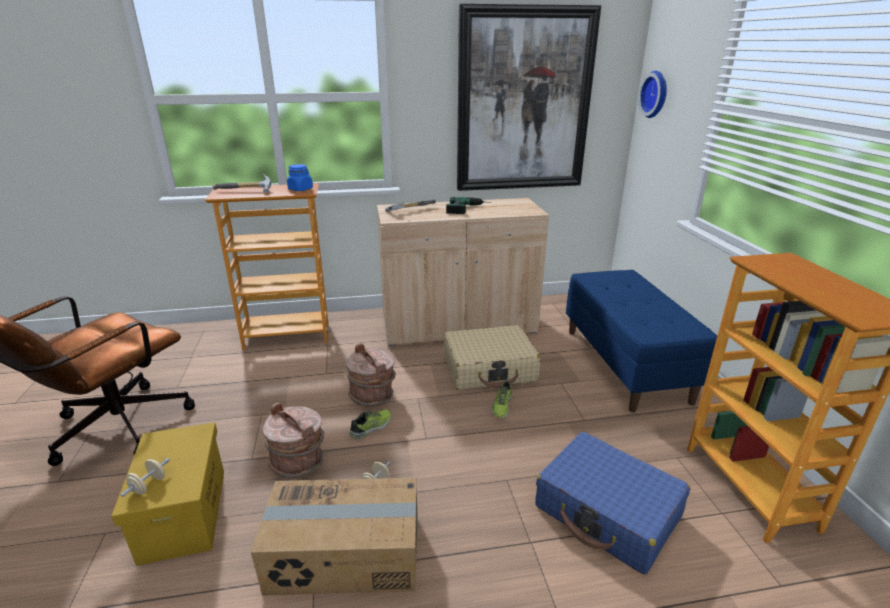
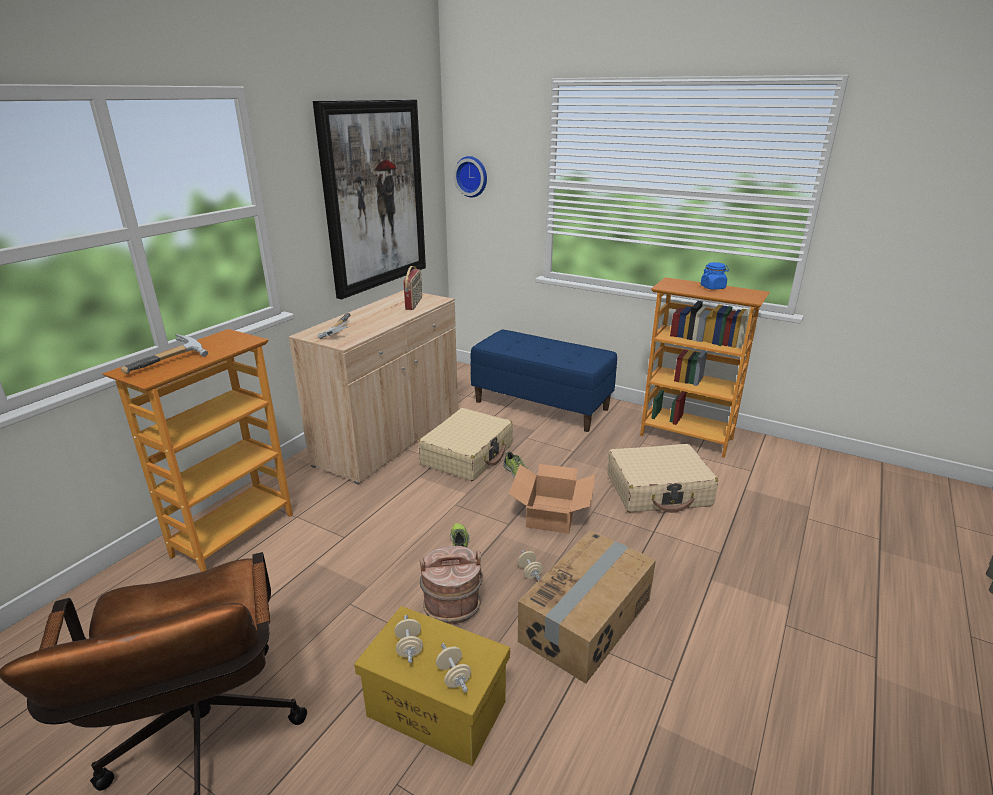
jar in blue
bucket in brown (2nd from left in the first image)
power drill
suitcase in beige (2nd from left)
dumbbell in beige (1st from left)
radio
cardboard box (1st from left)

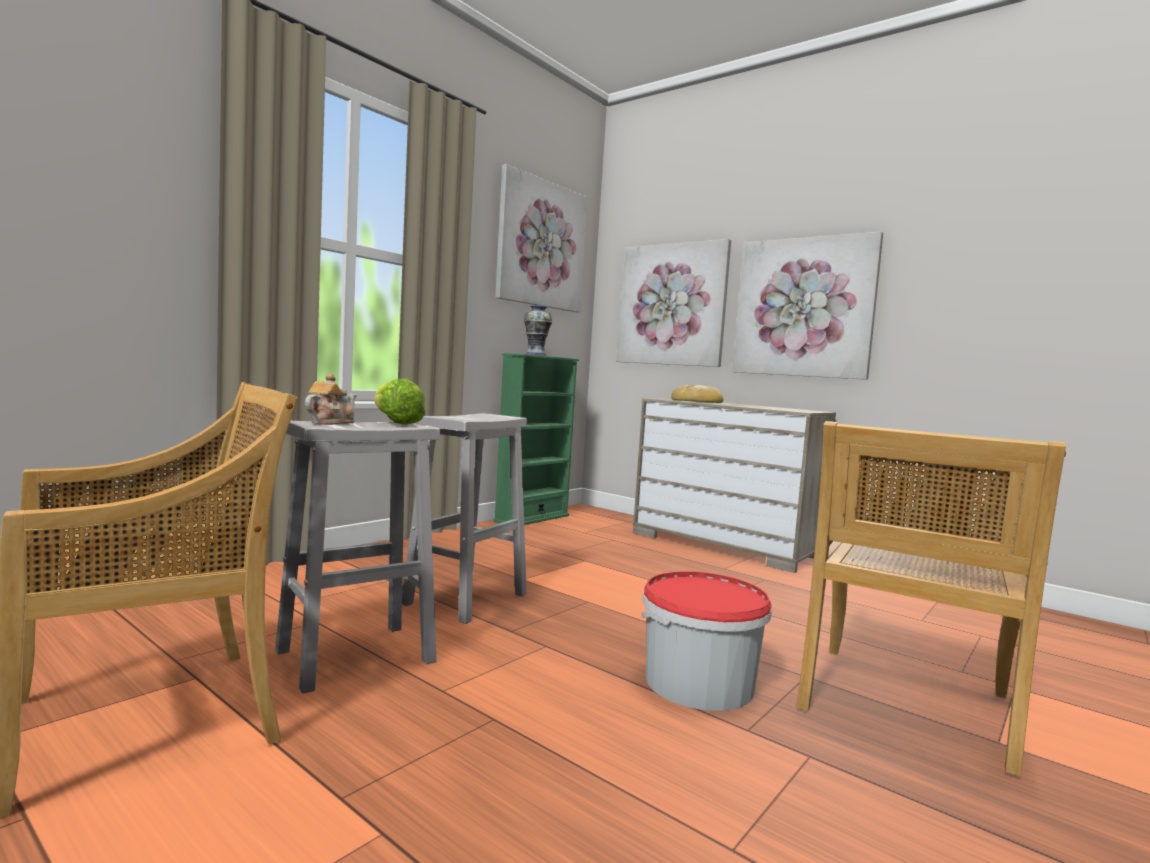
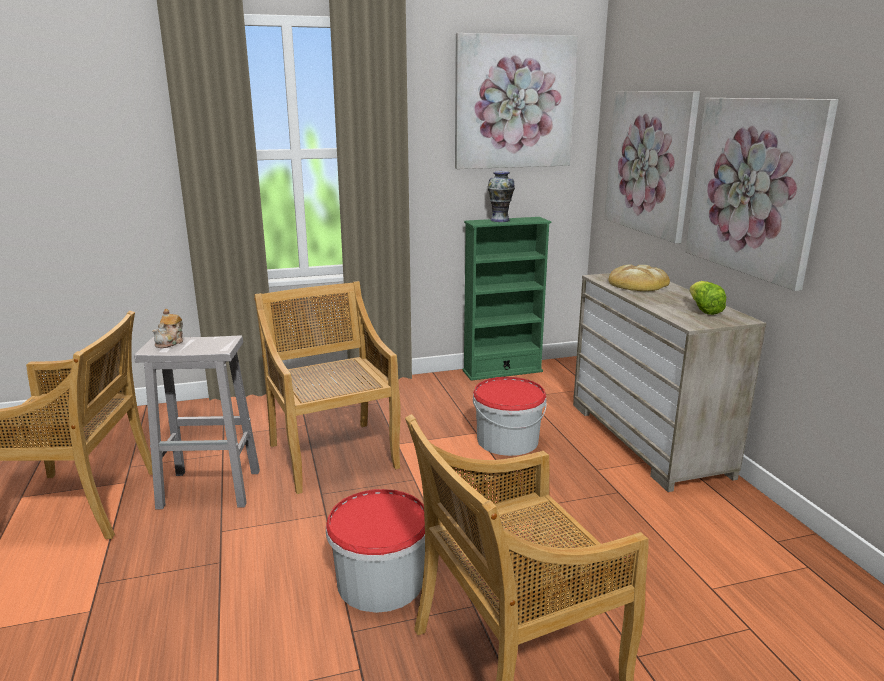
teapot
lettuce
chair in beige (2nd from left)
bucket (2nd from left)

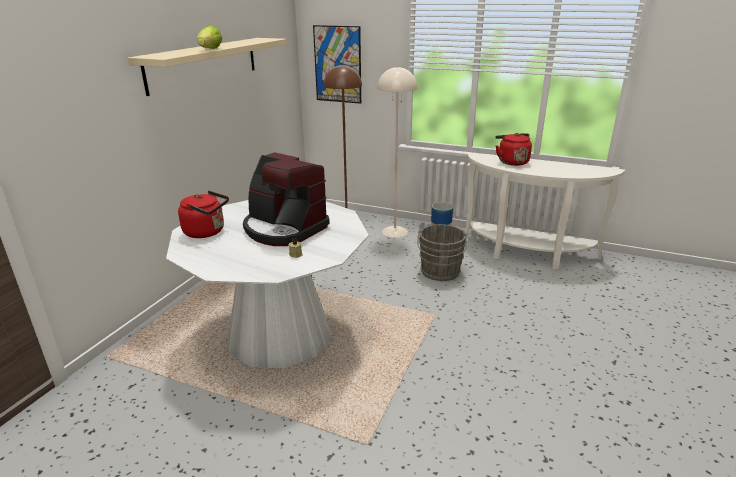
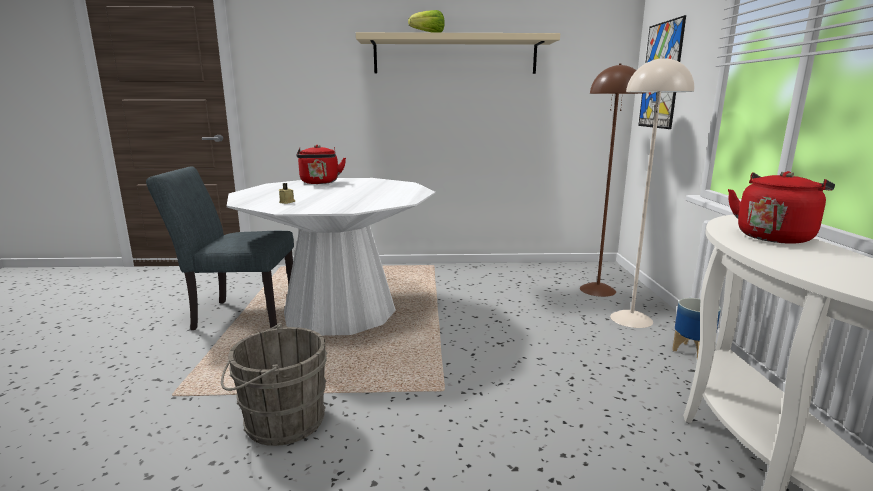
coffee machine
bucket in grey
chair in grey

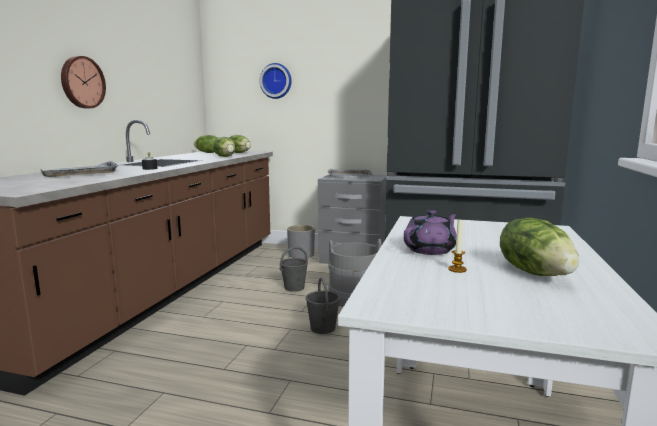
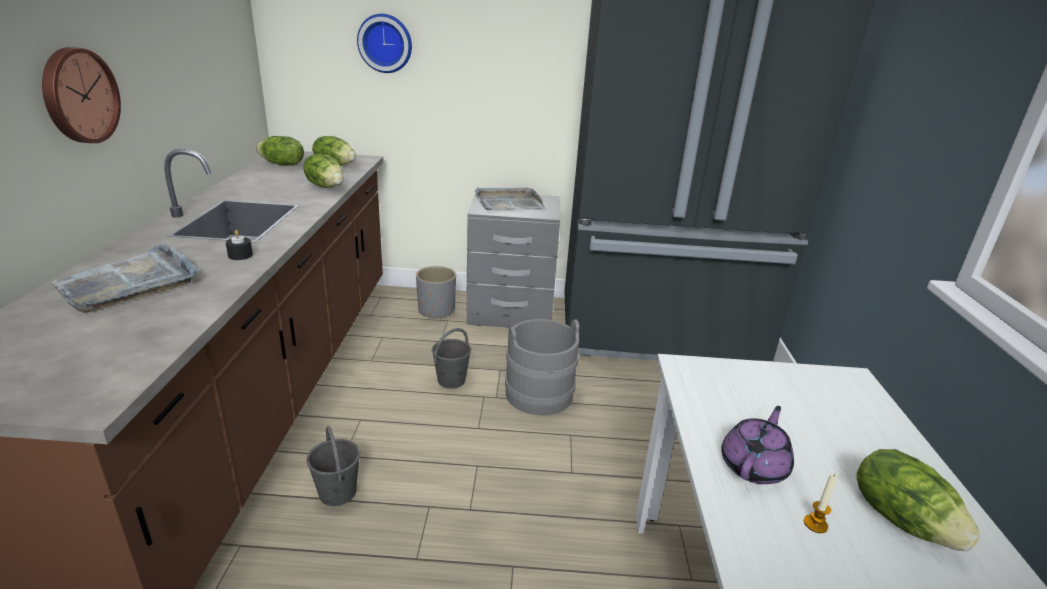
bucket in grey (1st from left)

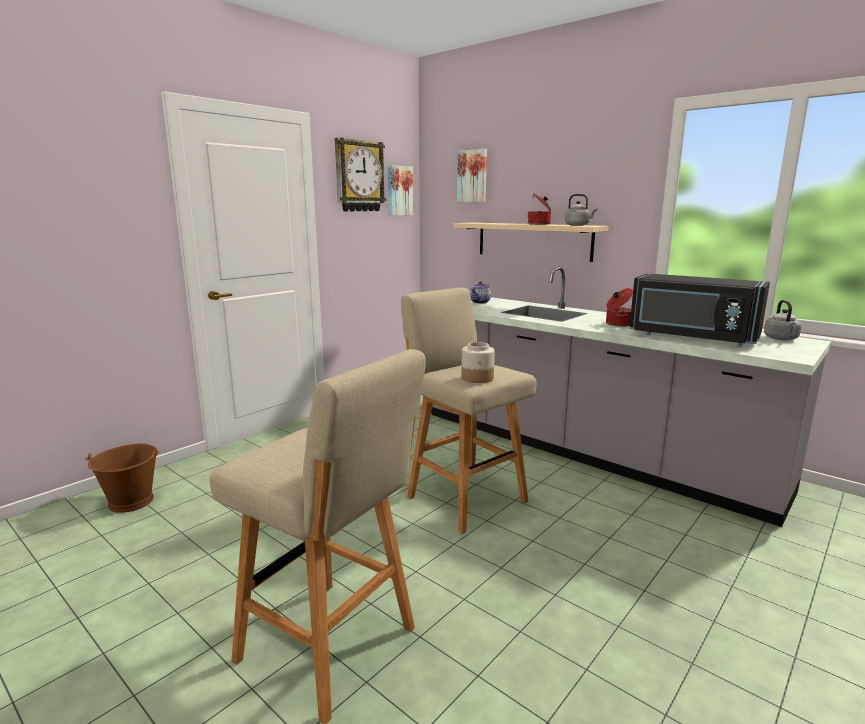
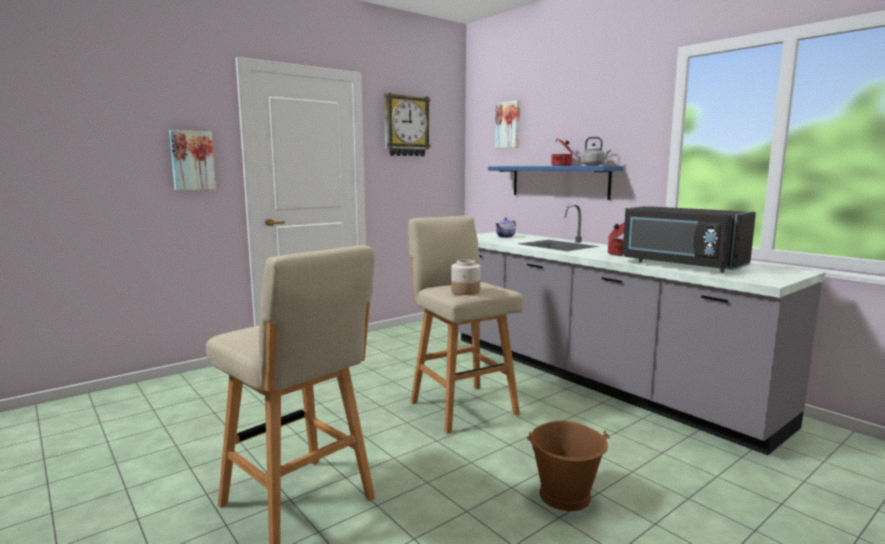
bucket in brown
picture (1st from left)
shelf in blue
kettle in grey (2nd from left in the first image)

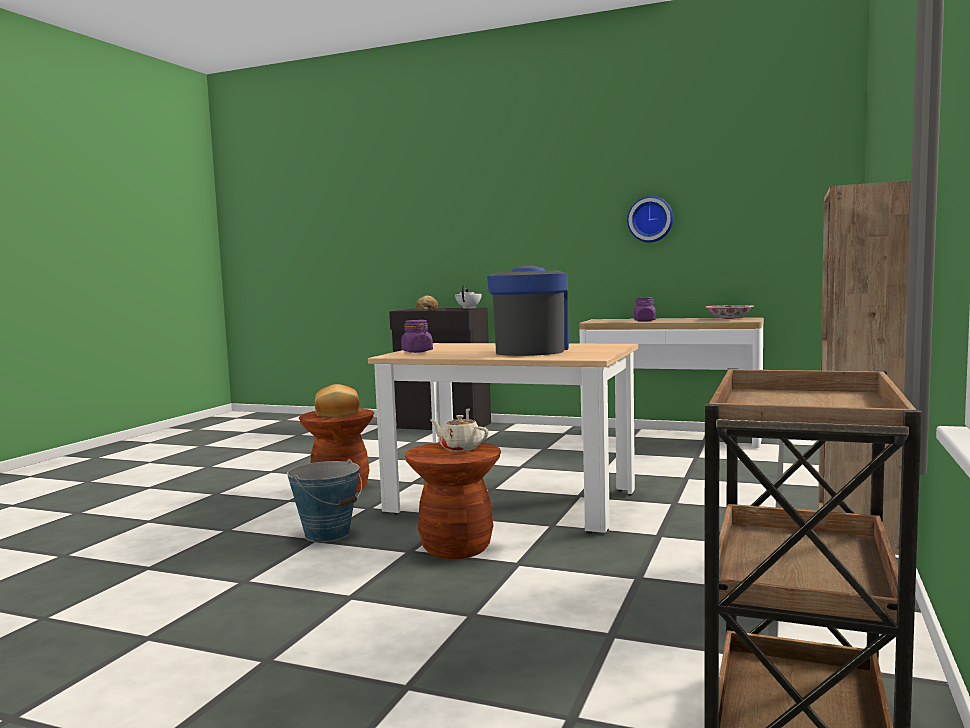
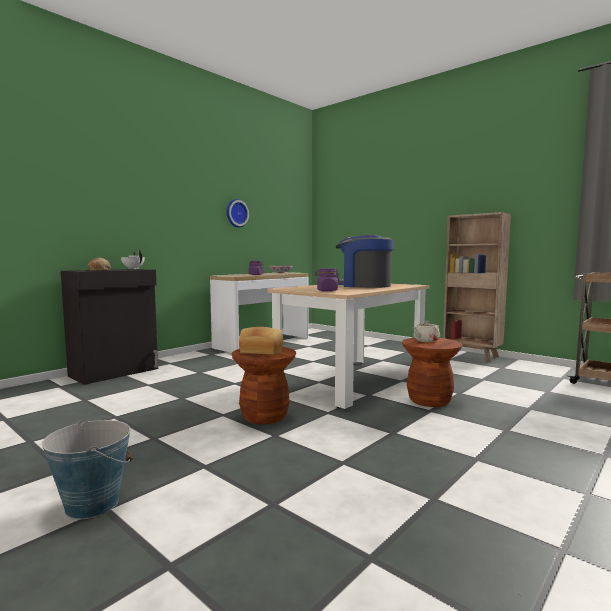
bucket

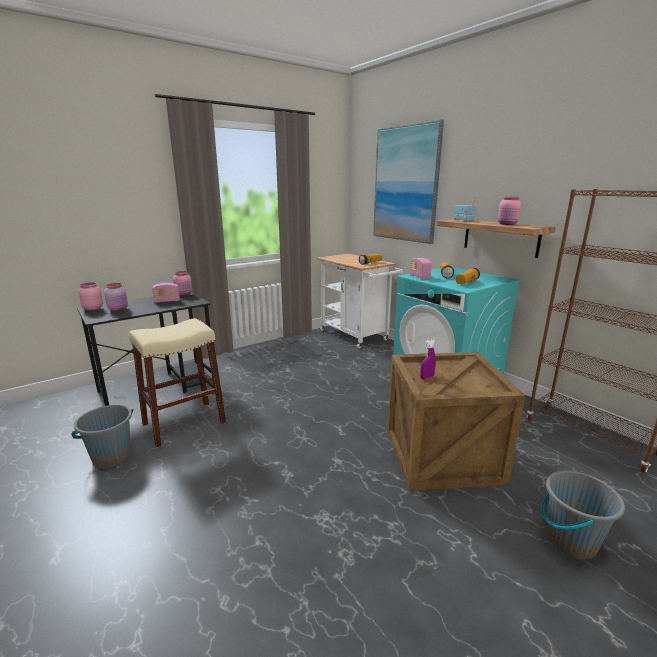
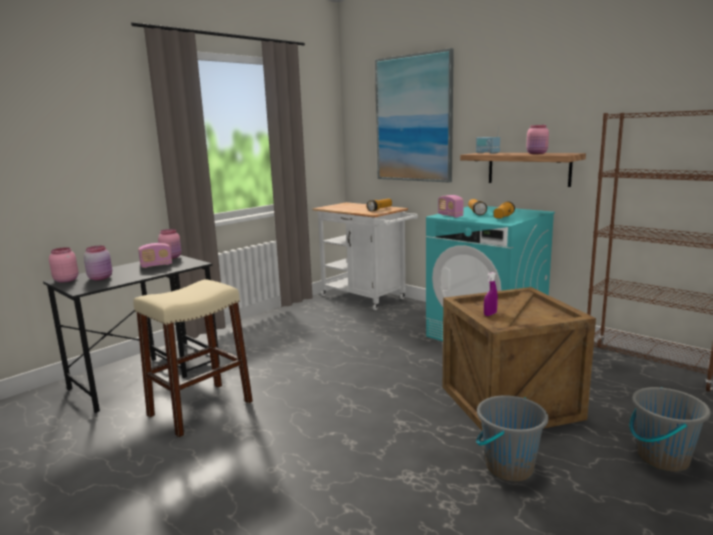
bucket in grey (1st from left)

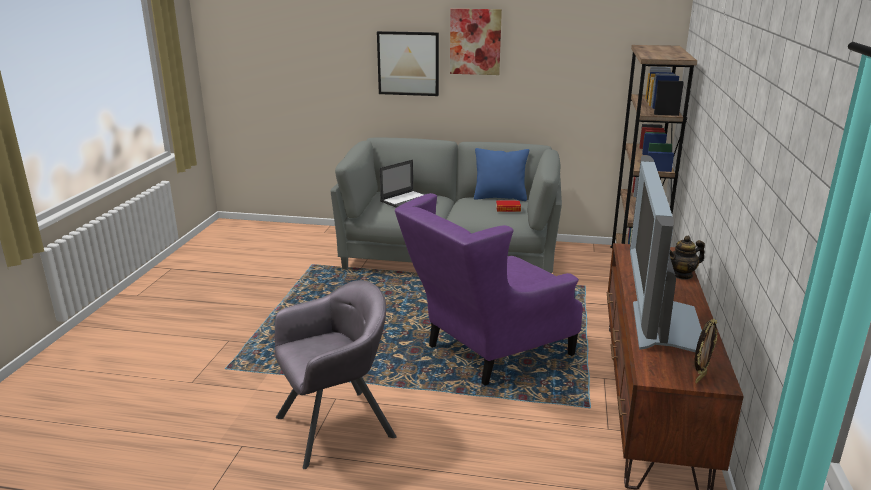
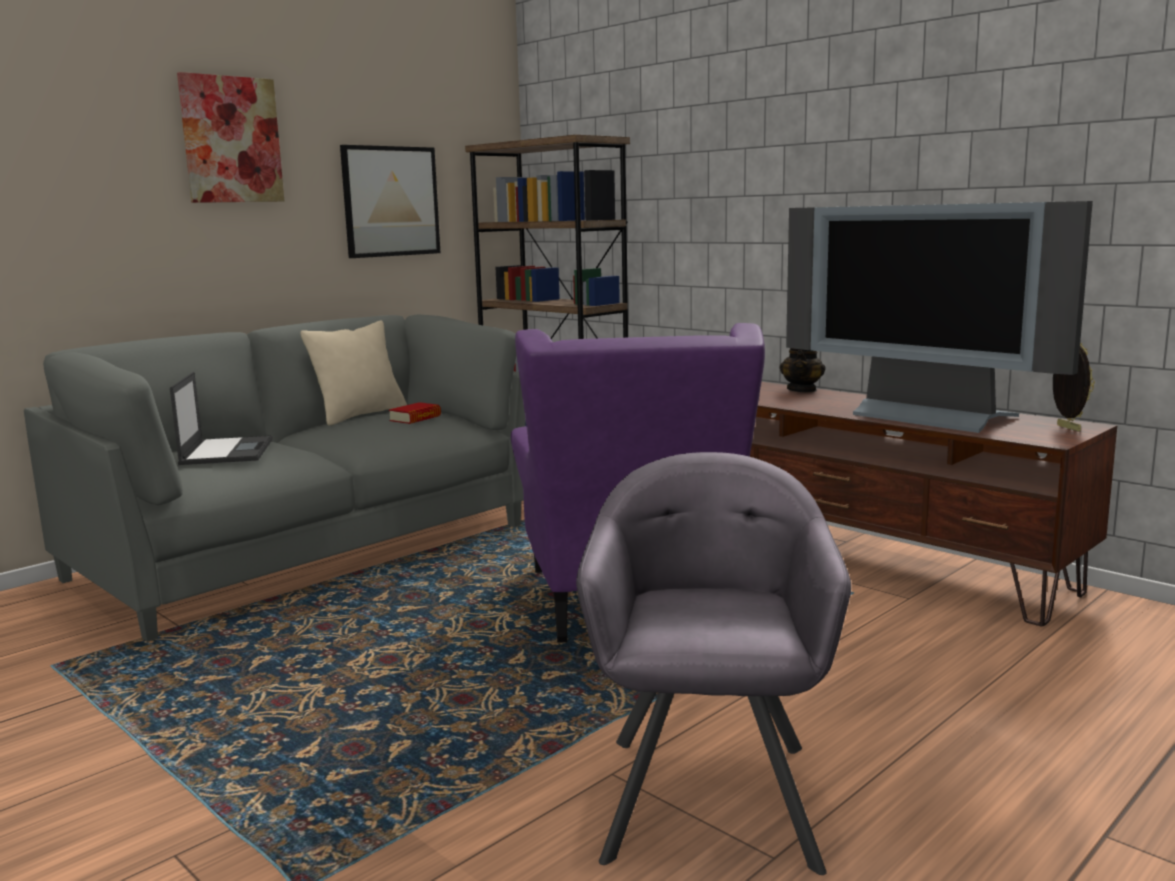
picture (2nd from left)
pillow in beige

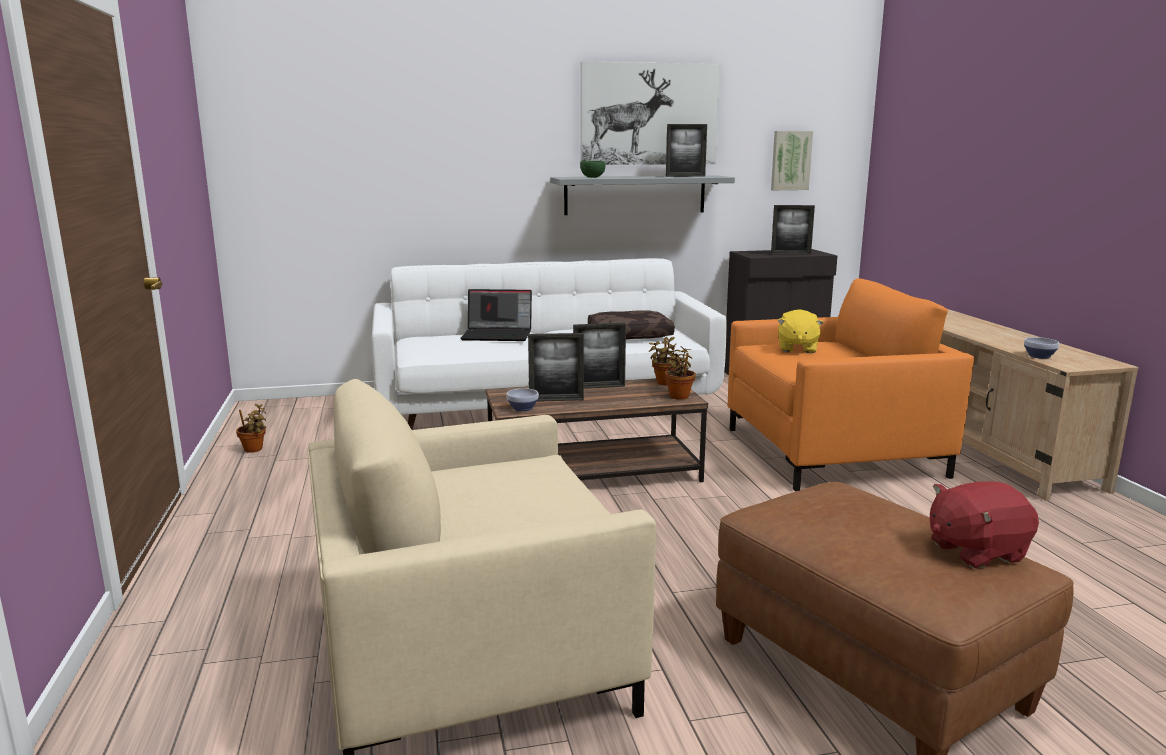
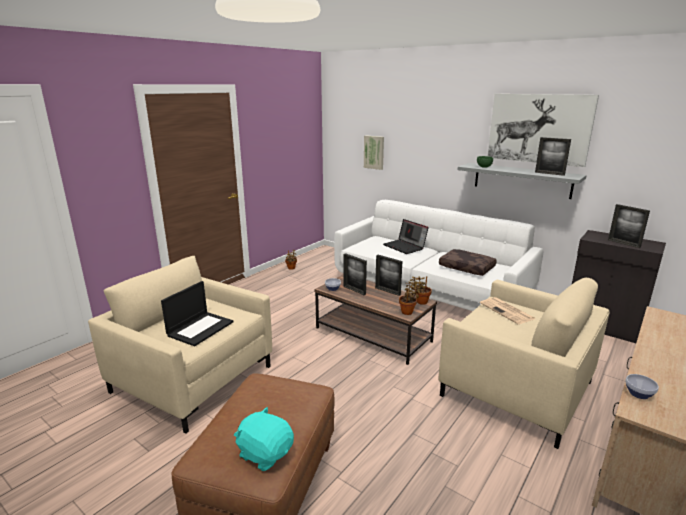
armchair in beige (2nd from left)
picture (1st from left)
newspaper
plush toy in turquoise
laptop (1st from left)

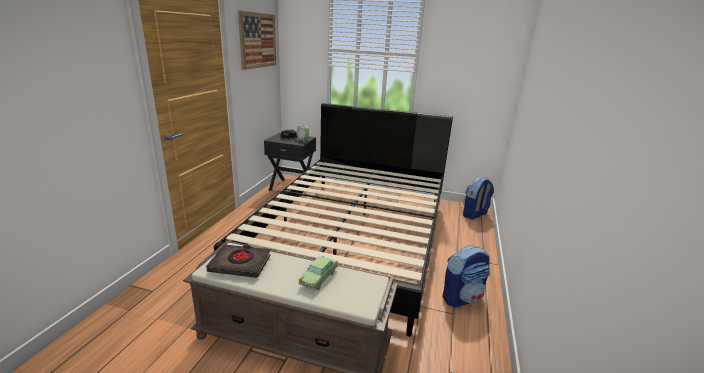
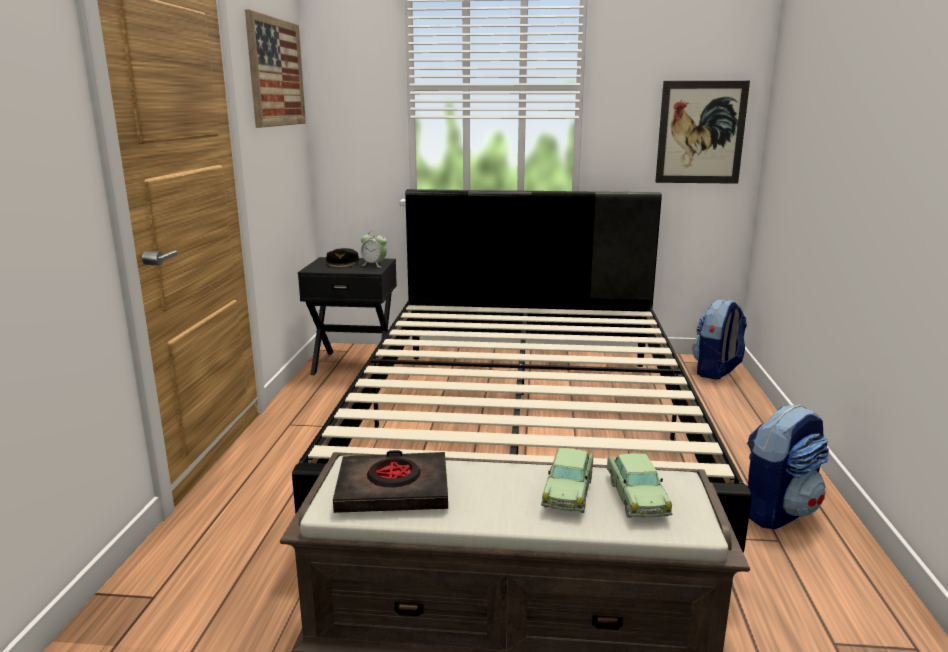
toy car (2nd from left)
picture (2nd from left)

